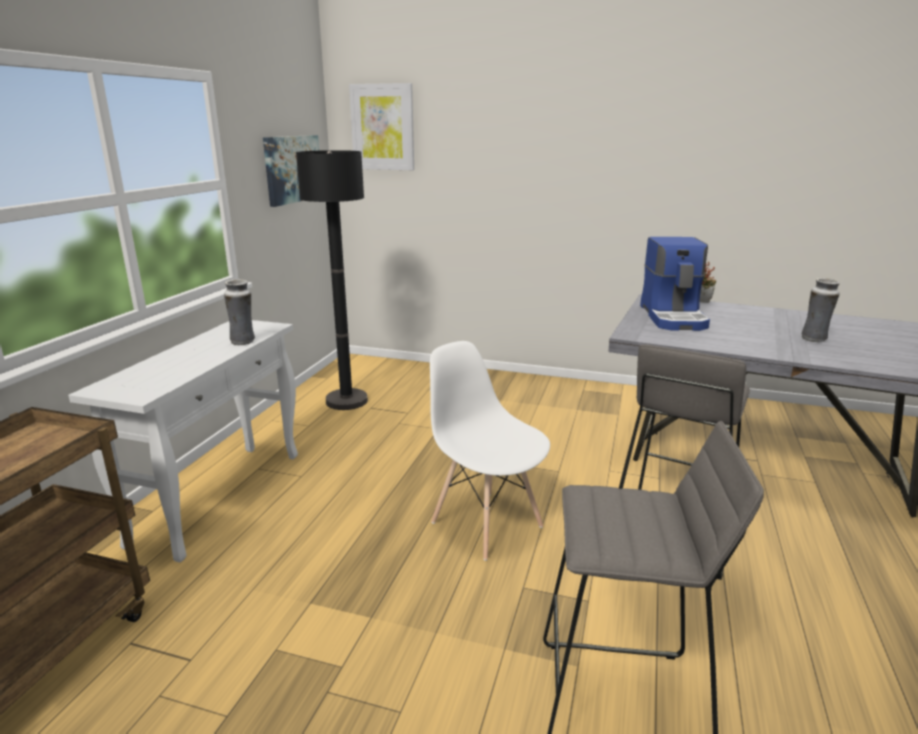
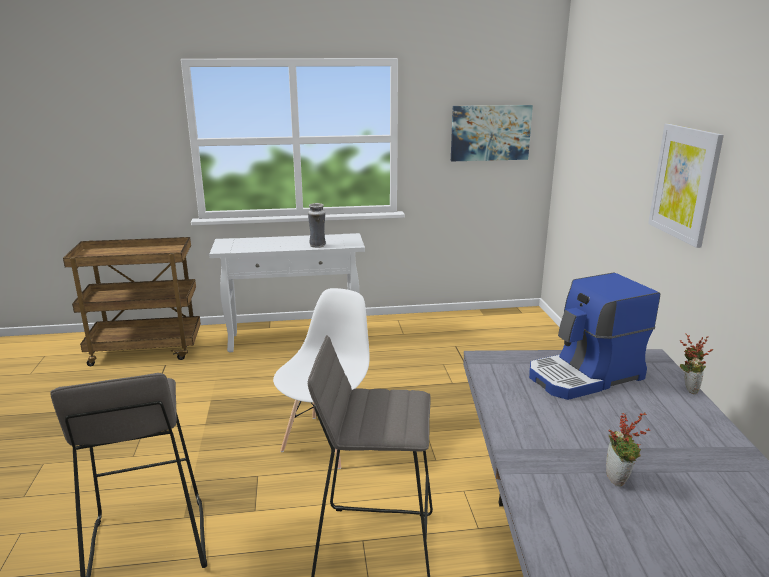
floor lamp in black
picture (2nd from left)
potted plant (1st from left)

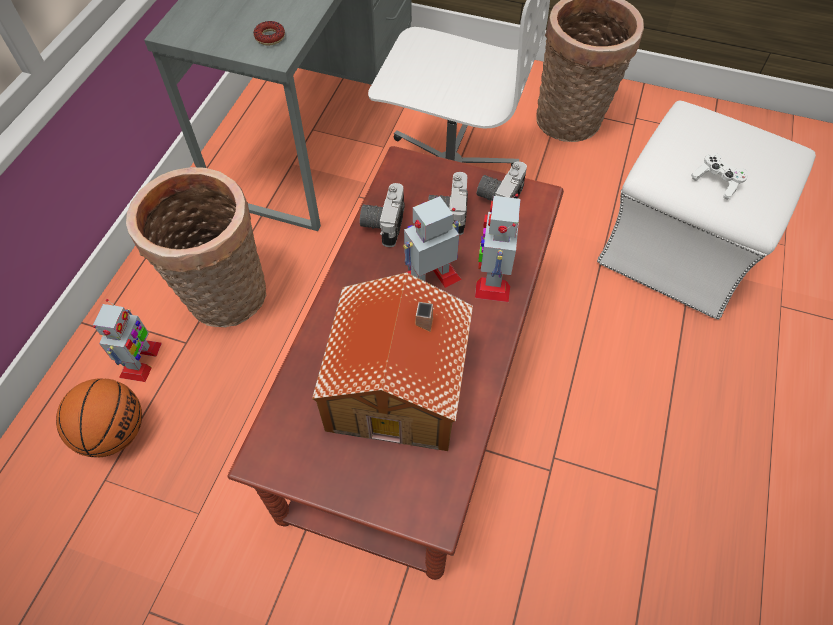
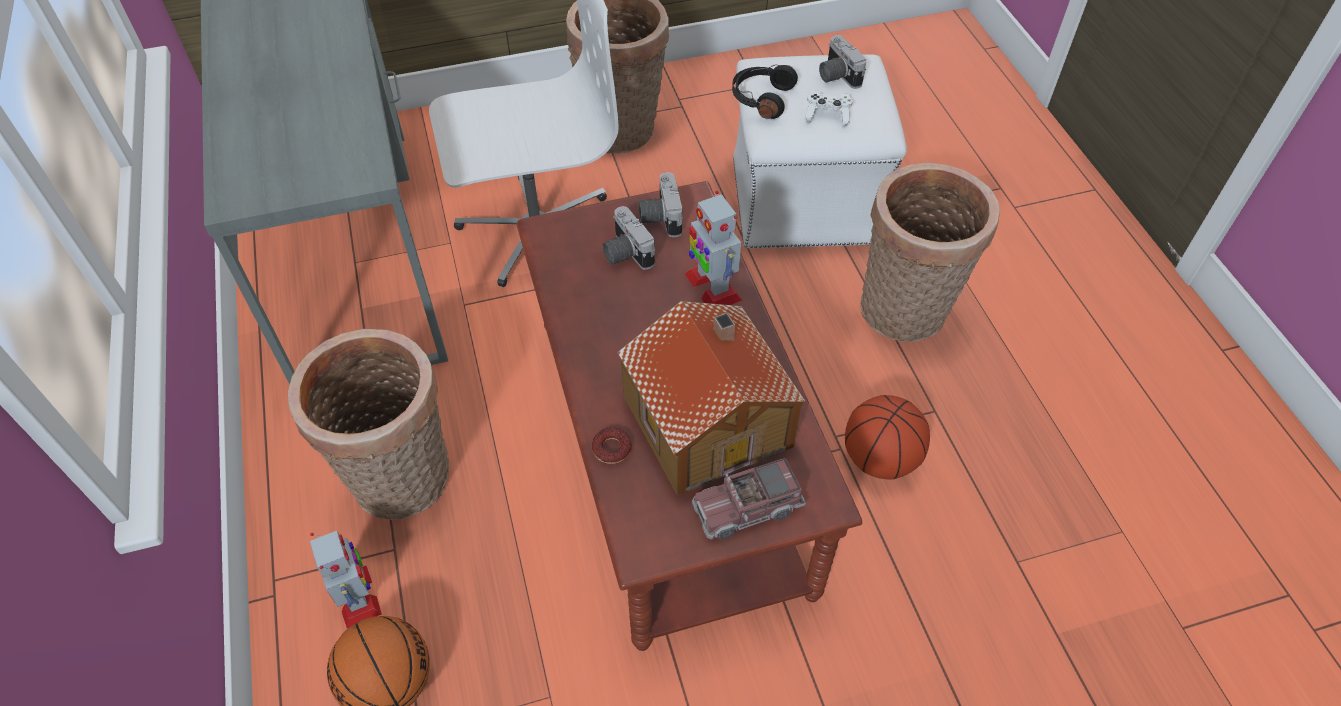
donut
photo camera (3rd from left)
toy robot (2nd from left in the first image)
toy truck
headphones in black
basketball (2nd from left)
basket (3rd from left)

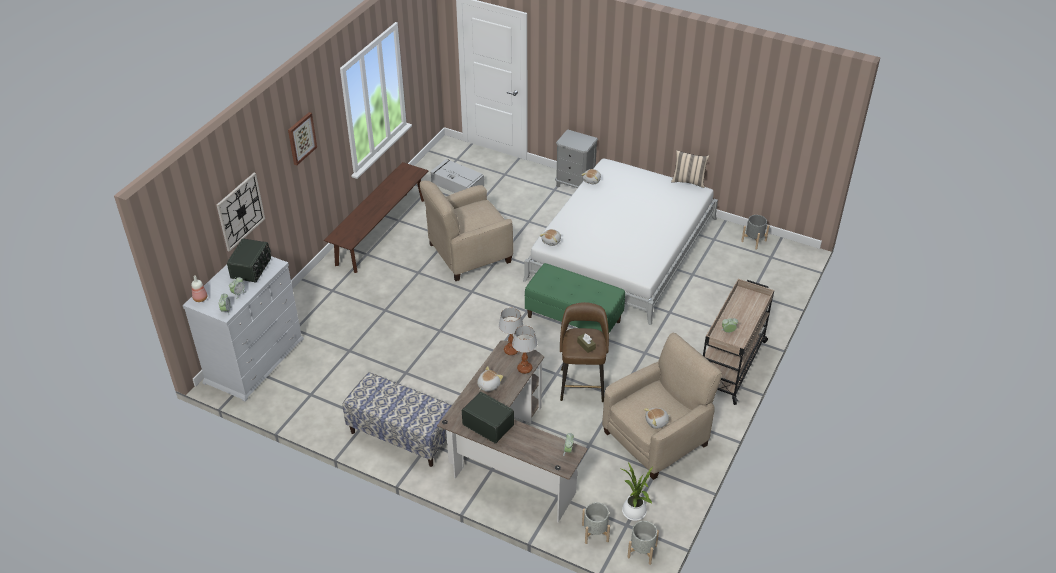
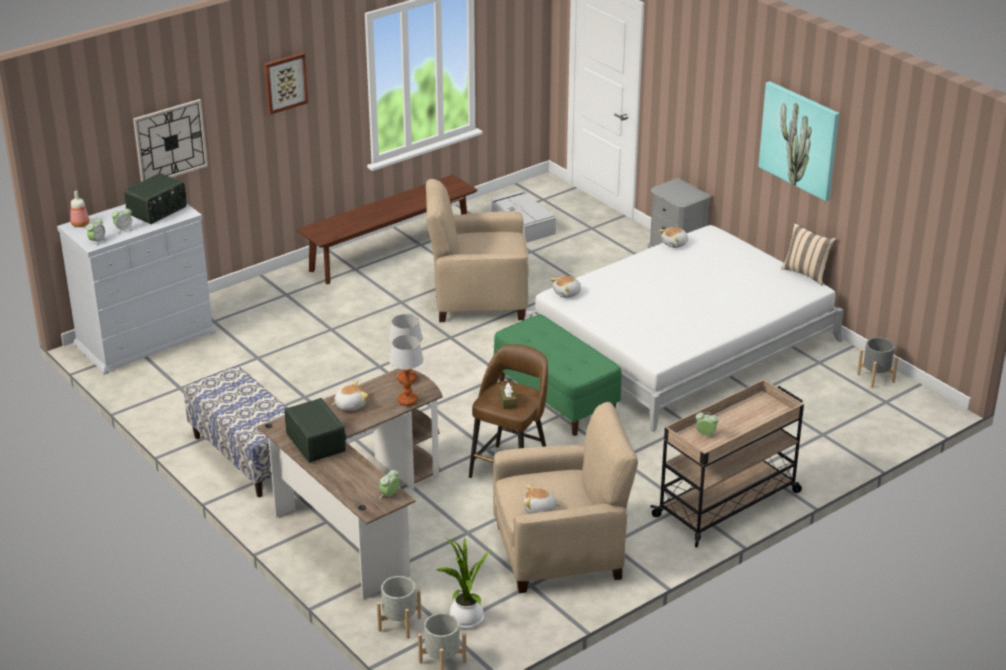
picture (2nd from left)

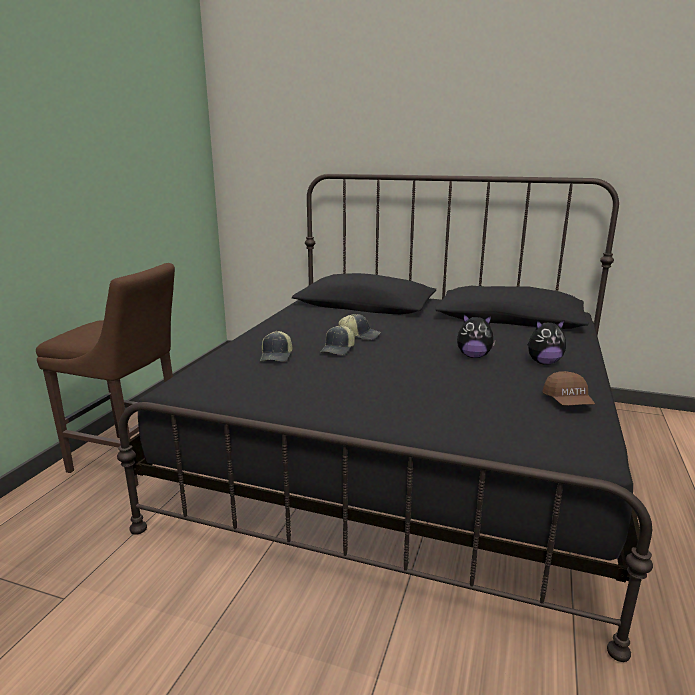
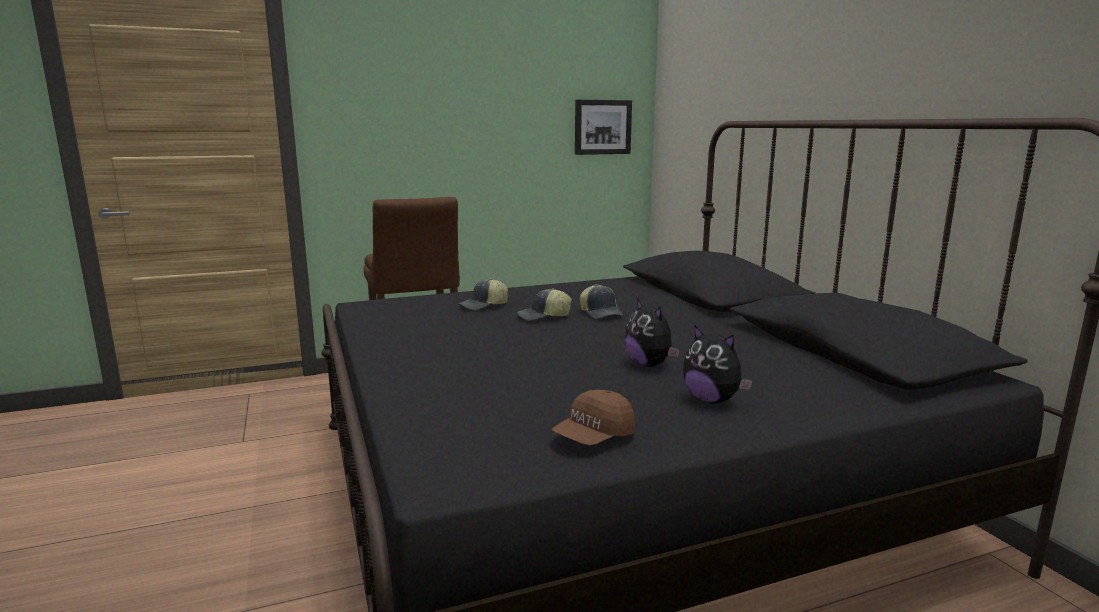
picture

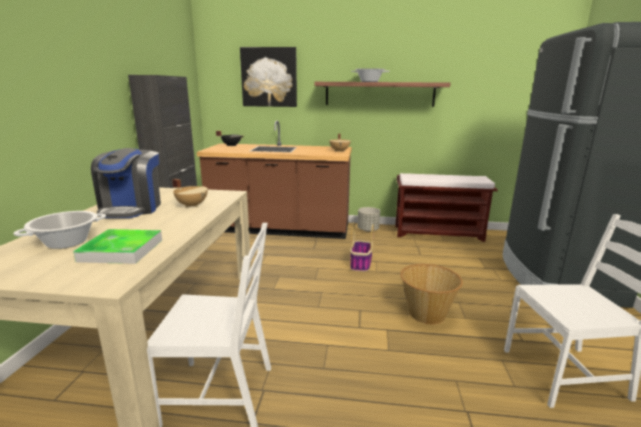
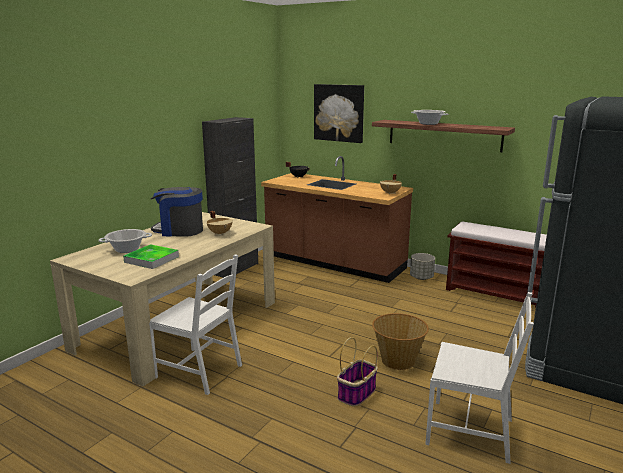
coffee machine
basket (1st from left)

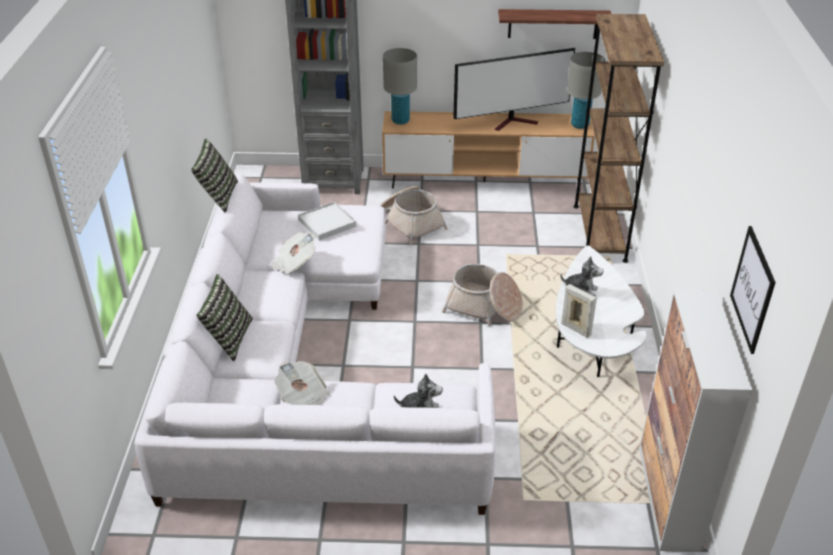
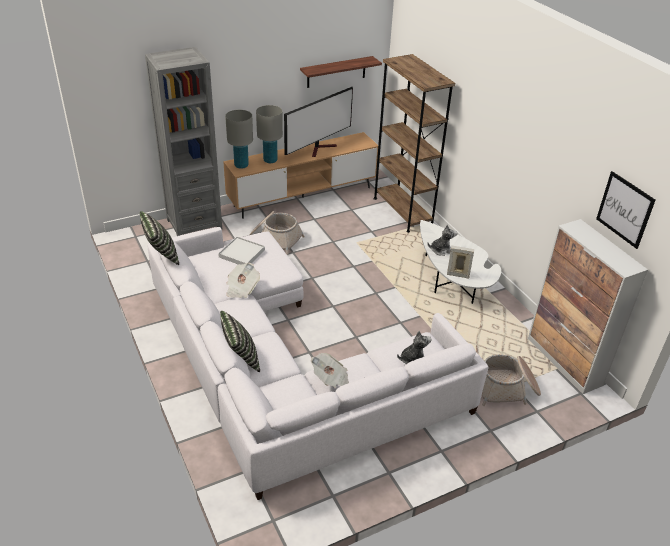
basket (2nd from left)
table lamp in grey (2nd from left)

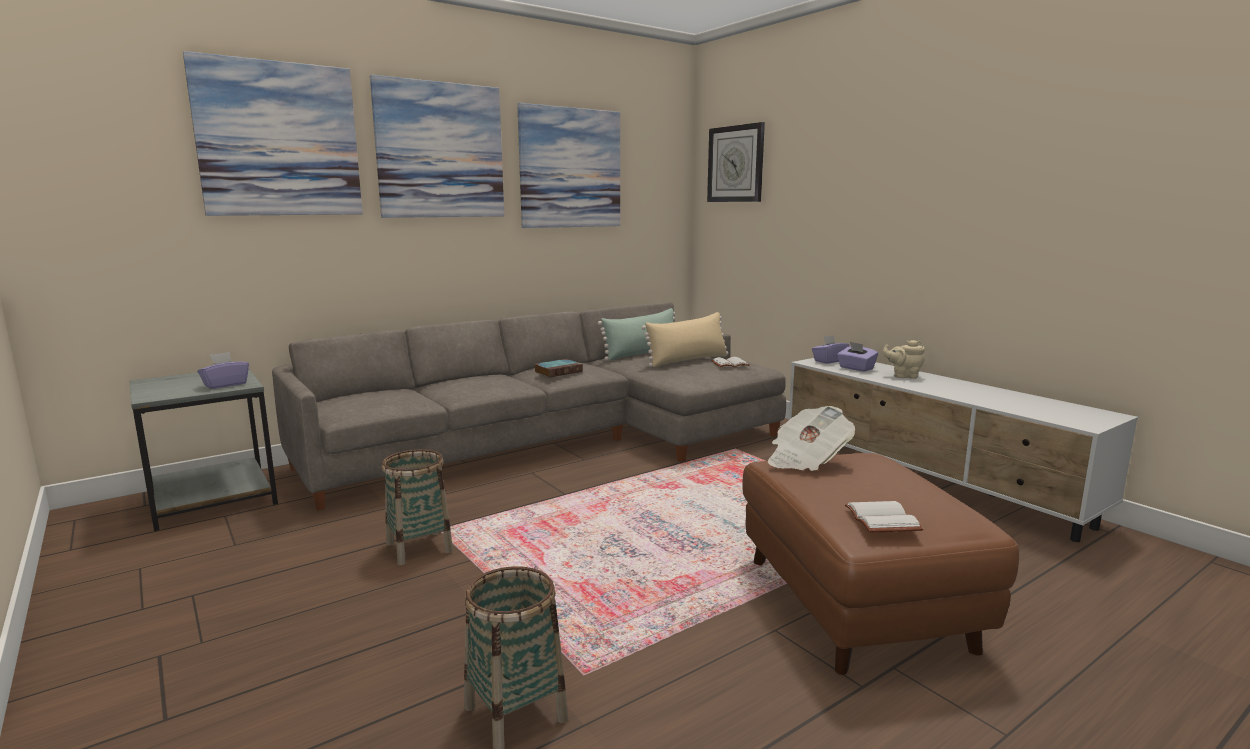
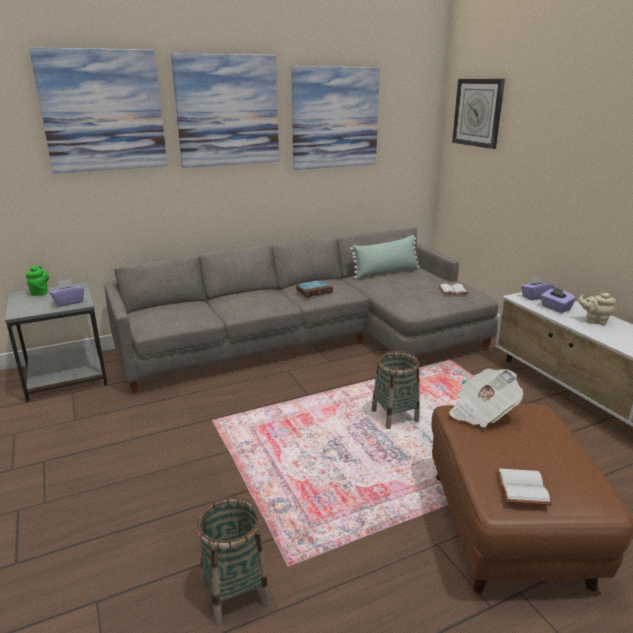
basket (2nd from left)
pillow in beige
teapot in green

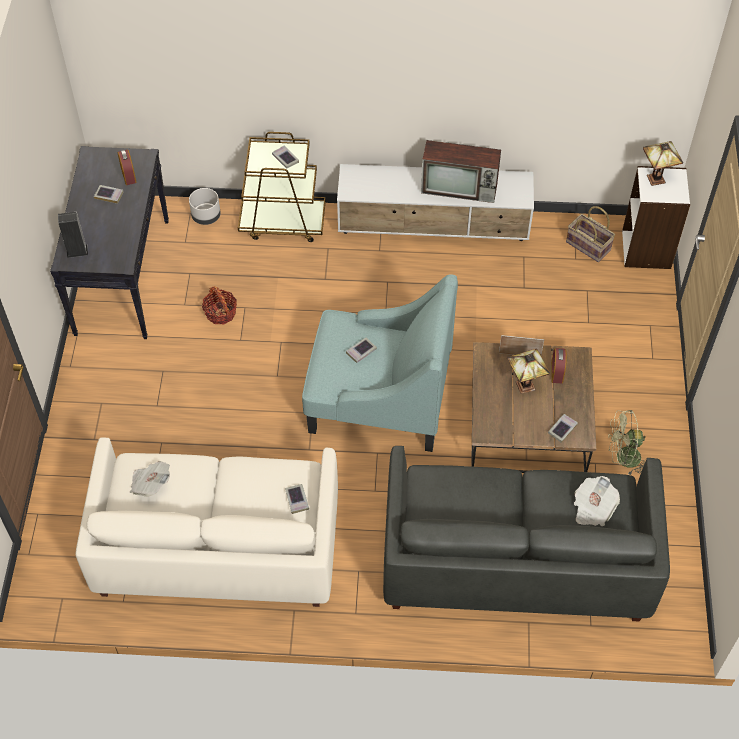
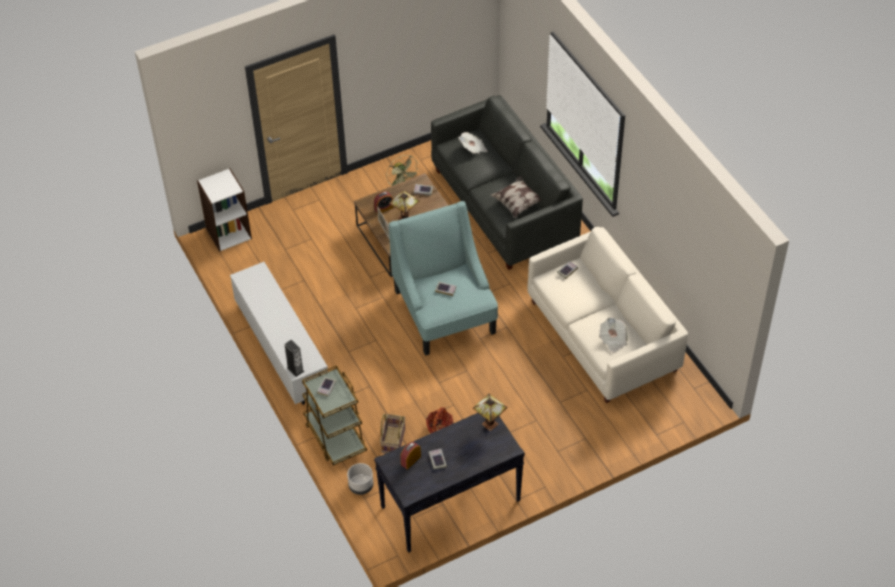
speaker
television
basket (1st from left)
table lamp (2nd from left)
pillow

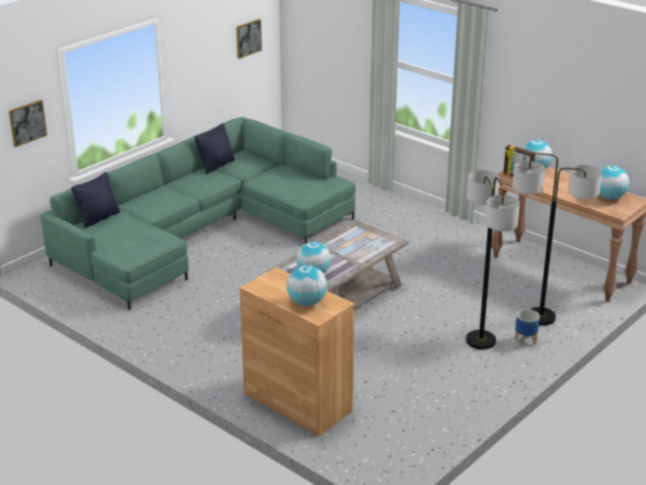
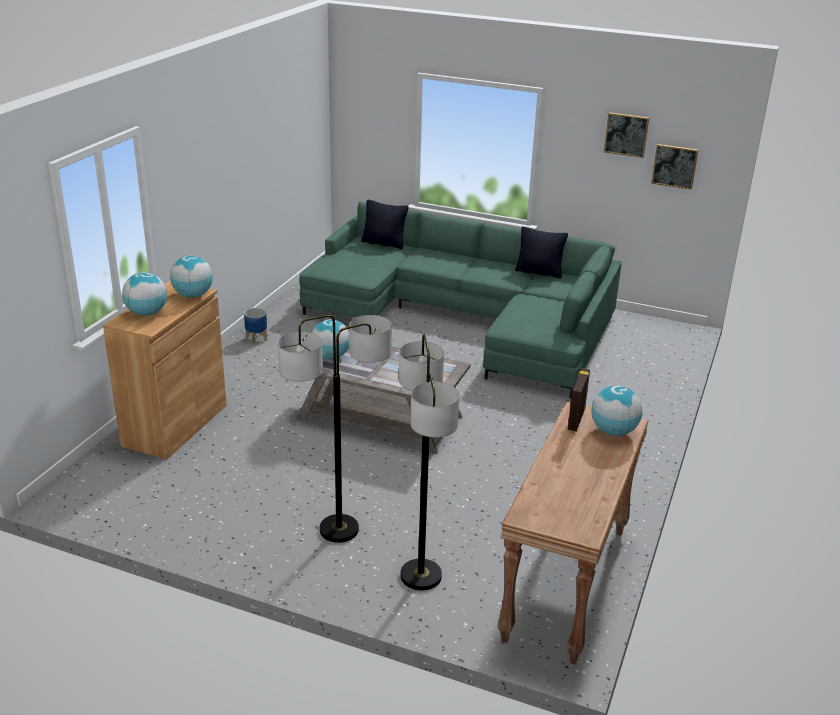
picture (1st from left)
planter
globe (2nd from left)

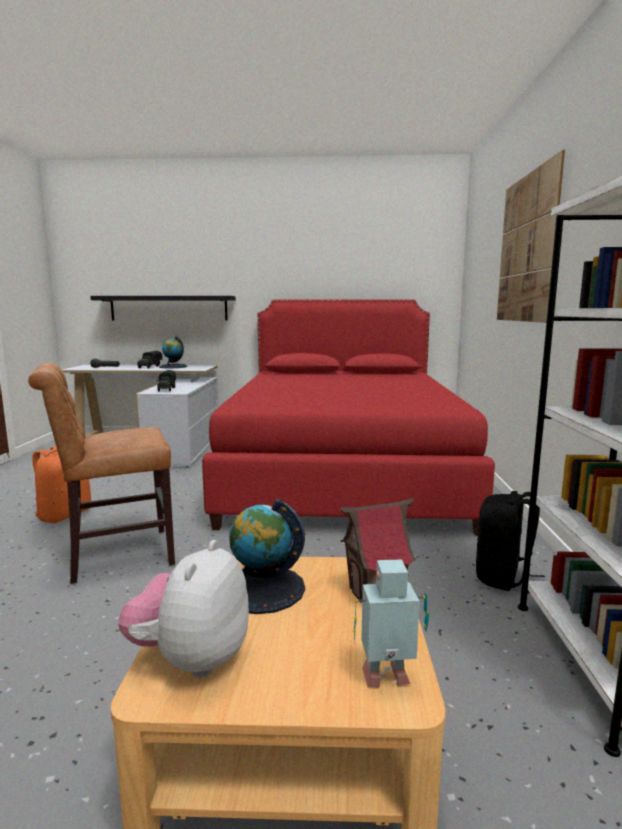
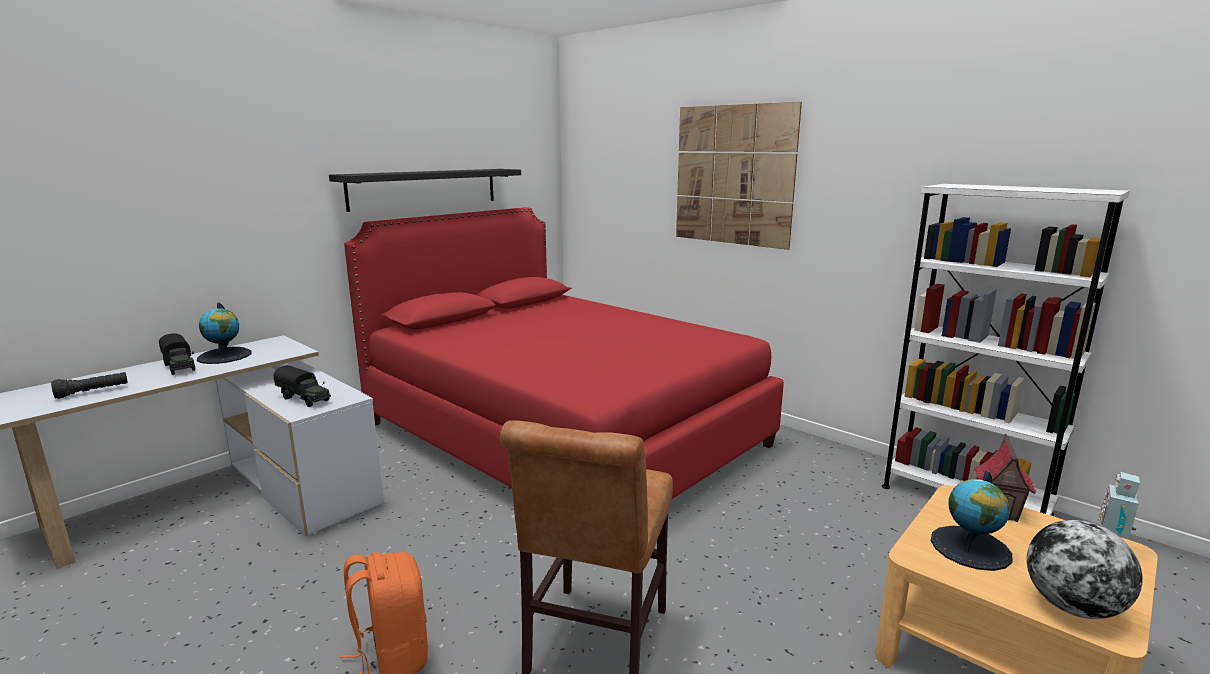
shelf in black
globe (3rd from left)
backpack in black

